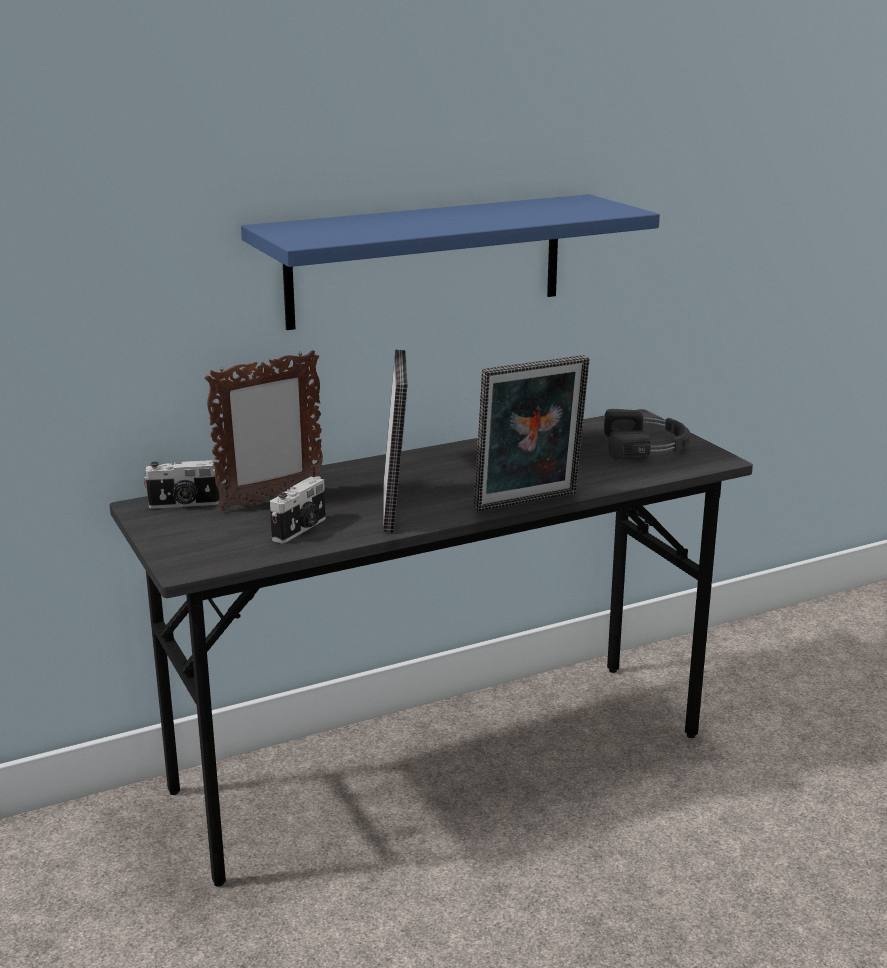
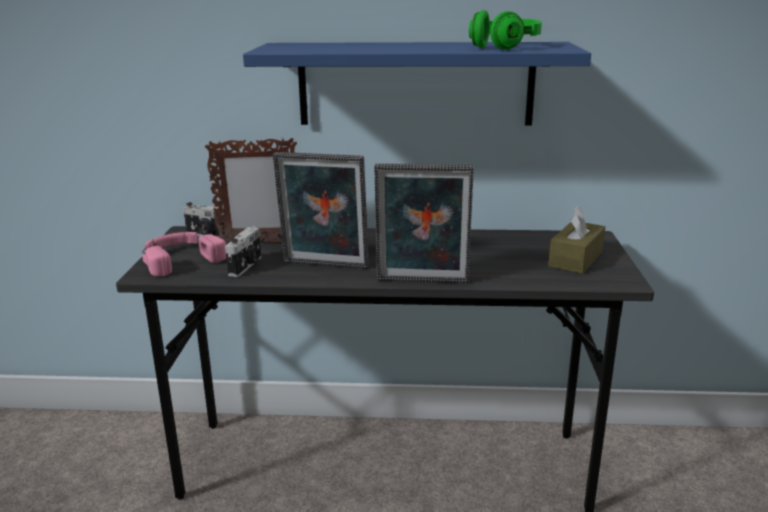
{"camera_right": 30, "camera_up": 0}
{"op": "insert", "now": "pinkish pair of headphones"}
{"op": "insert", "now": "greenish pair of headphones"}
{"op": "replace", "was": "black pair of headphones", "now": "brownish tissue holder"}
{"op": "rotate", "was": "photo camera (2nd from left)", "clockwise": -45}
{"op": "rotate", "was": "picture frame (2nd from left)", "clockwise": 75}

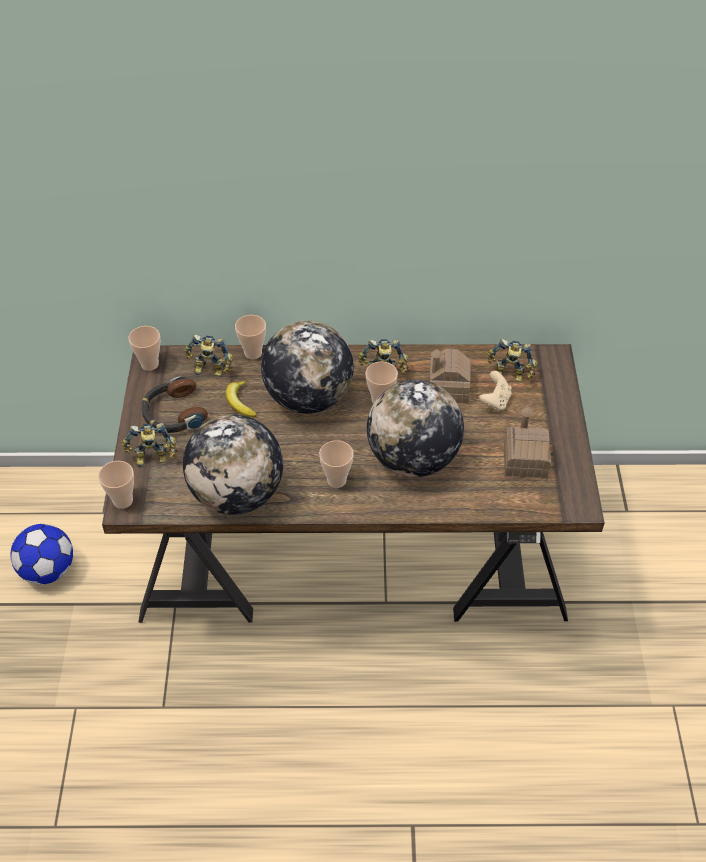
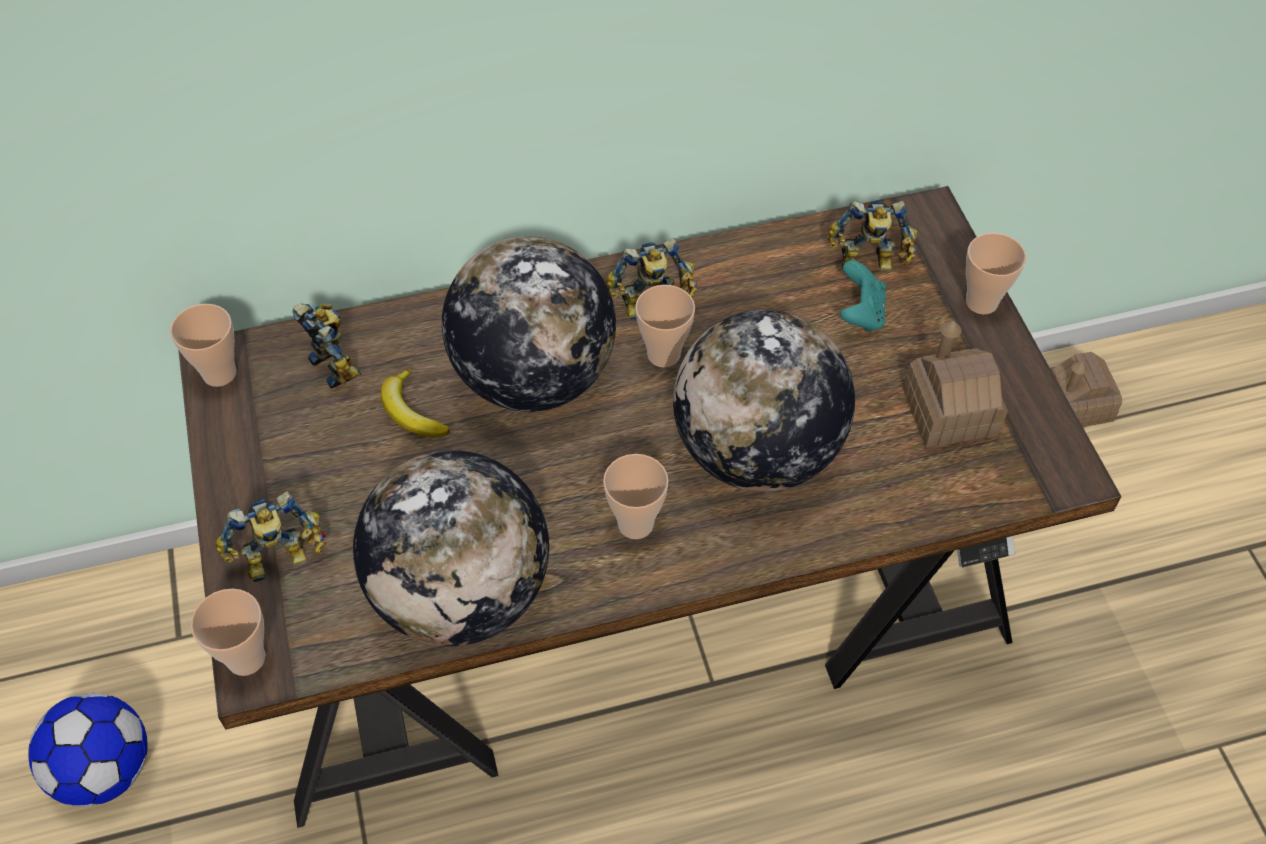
{"camera_right": -15, "camera_up": 5}
{"op": "delete", "was": "pair of headphones"}
{"op": "move", "was": "small cup (3rd from left in the first image)", "now": "small cup (5th from left)"}
{"op": "move", "was": "miniature house (1st from left in the first image)", "now": "miniature house (2nd from left)"}
{"op": "recolor", "was": "beige game controller", "now": "turquoise game controller"}
{"op": "rotate", "was": "model robot (2nd from left)", "clockwise": -120}

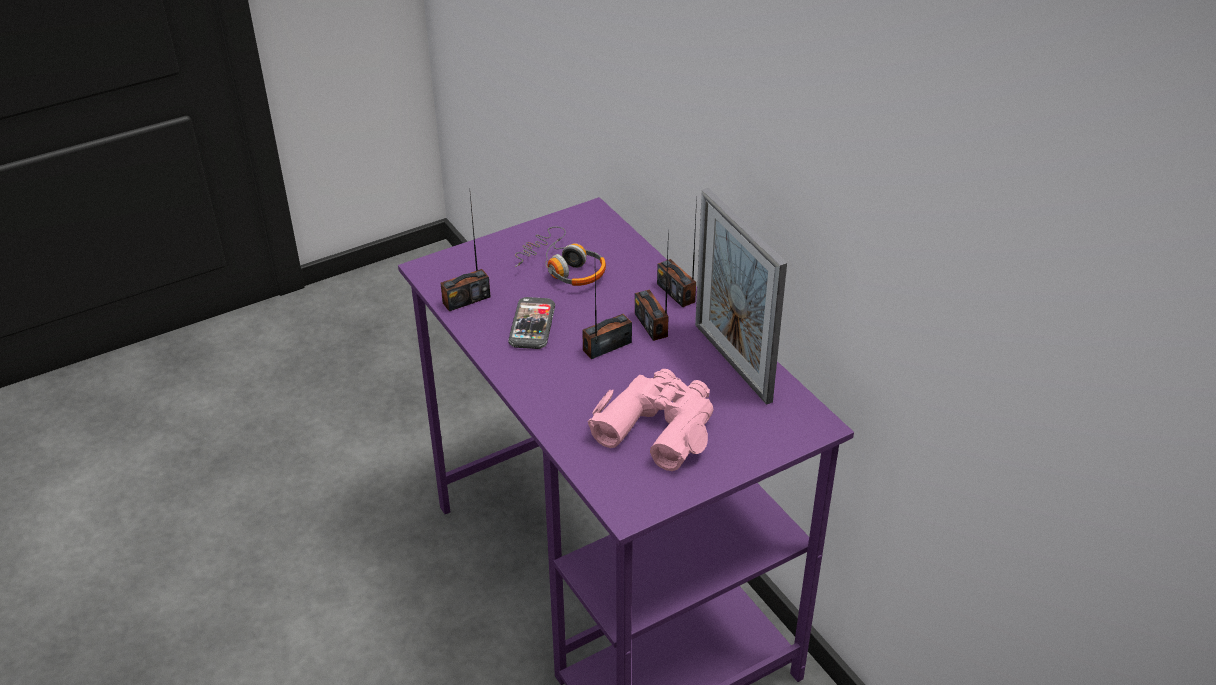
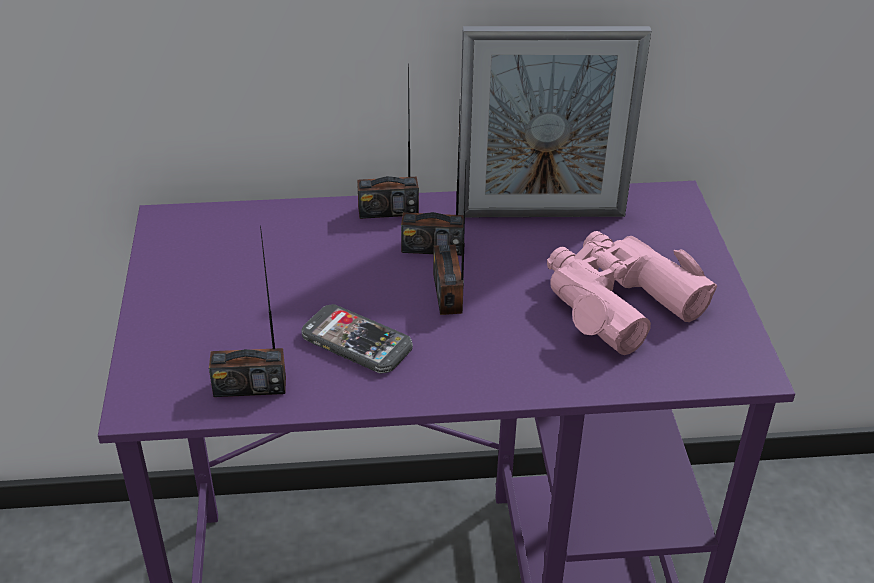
{"camera_right": -65, "camera_up": 0}
{"op": "delete", "was": "pair of headphones"}
{"op": "rotate", "was": "radio (1st from left)", "clockwise": 90}

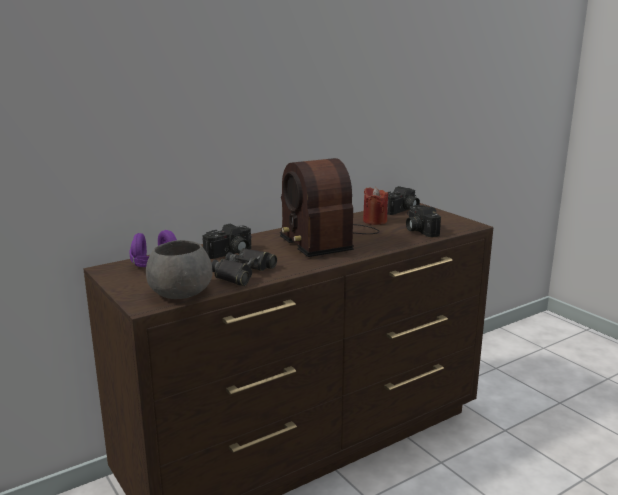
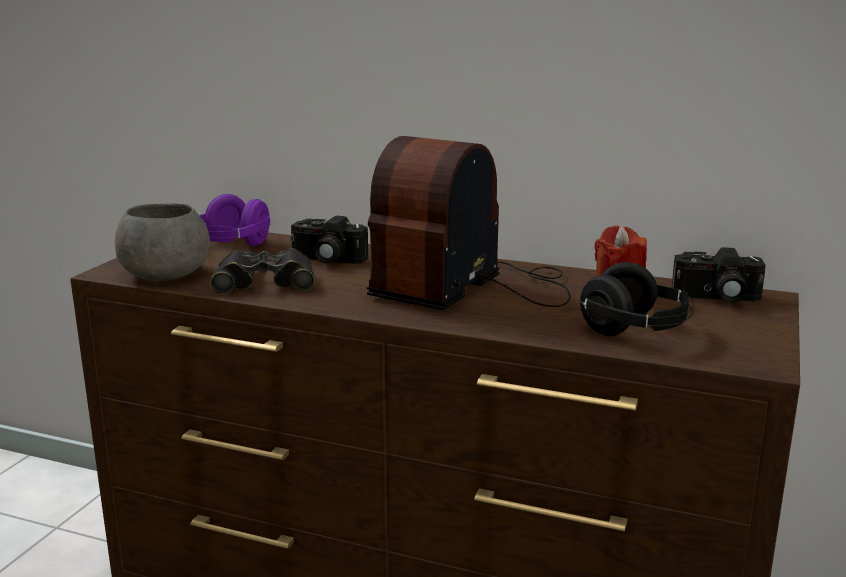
{"camera_right": 55, "camera_up": 0}
{"op": "replace", "was": "photo camera (3rd from left)", "now": "black pair of headphones"}

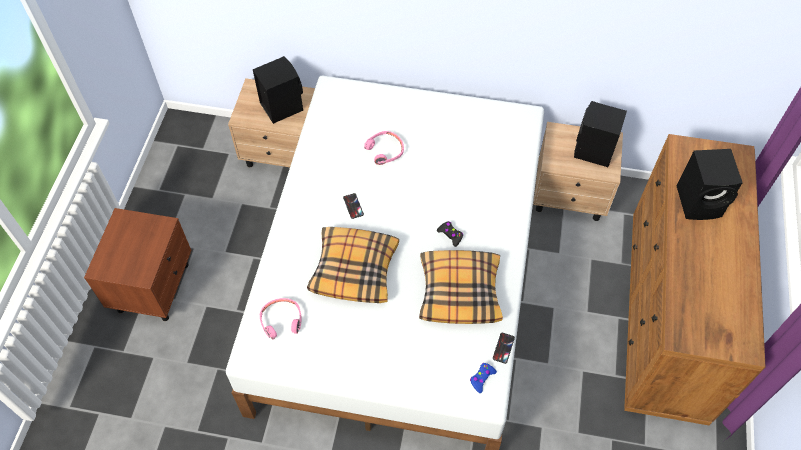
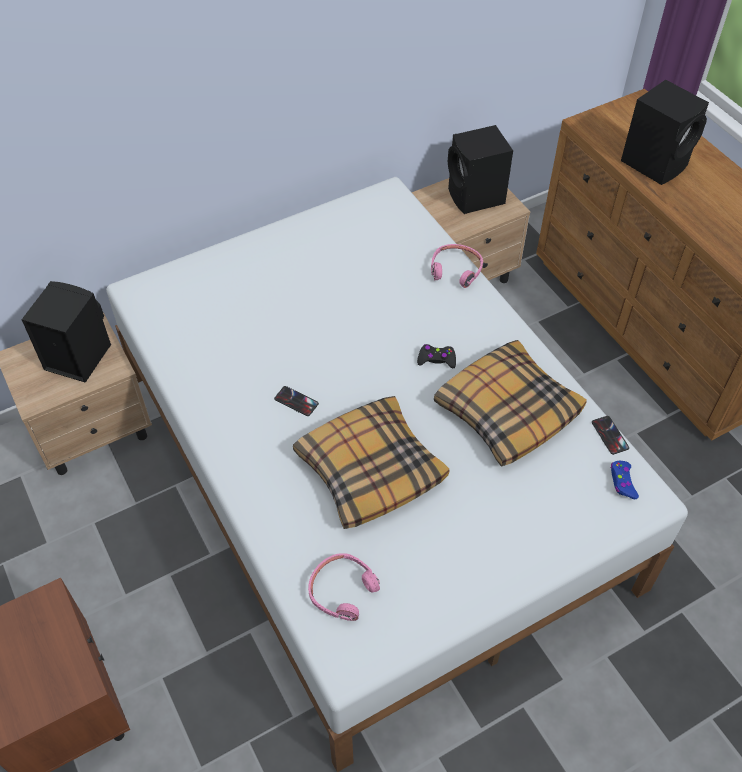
{"camera_right": -40, "camera_up": -5}
{"op": "move", "was": "pinkish pair of headphones (2nd from left)"}

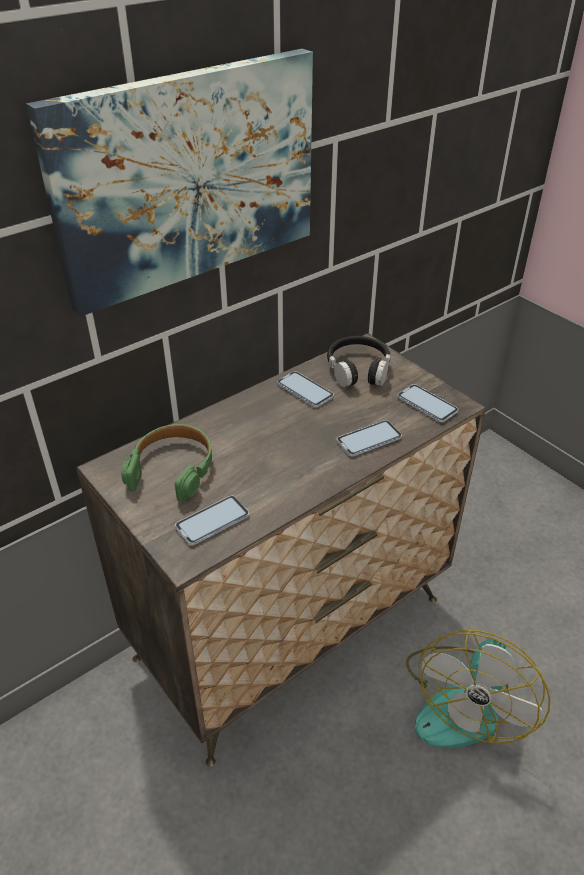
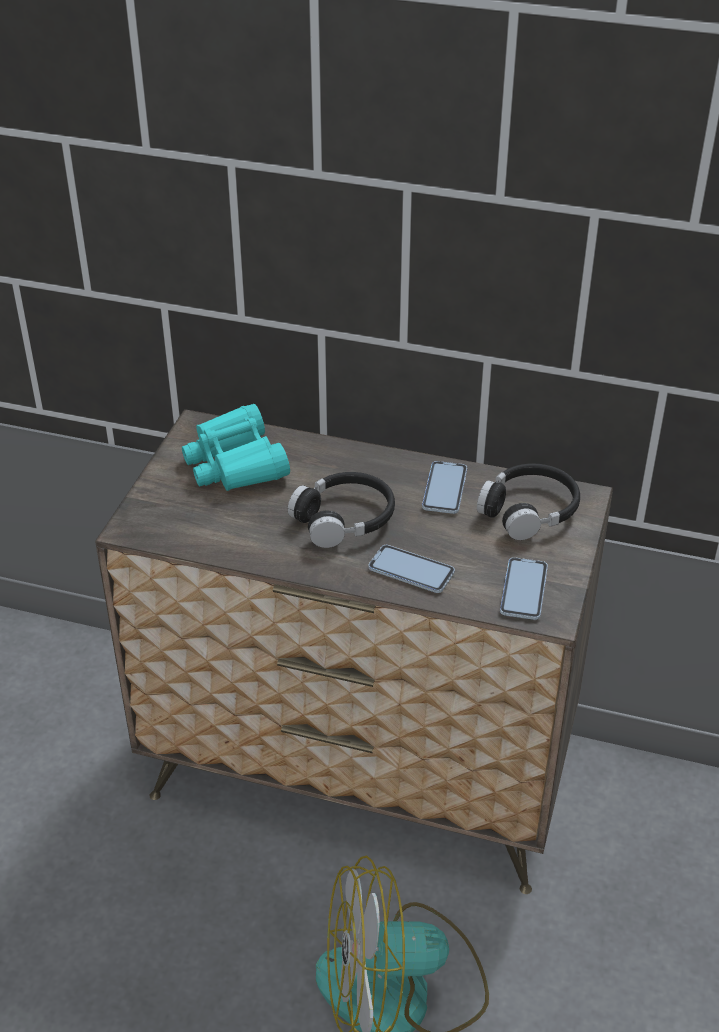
{"camera_right": 55, "camera_up": 0}
{"op": "delete", "was": "wall picture"}
{"op": "delete", "was": "handset (1st from left)"}
{"op": "insert", "now": "black pair of headphones (1st from left)"}
{"op": "replace", "was": "greenish pair of headphones", "now": "turquoise field glasses"}

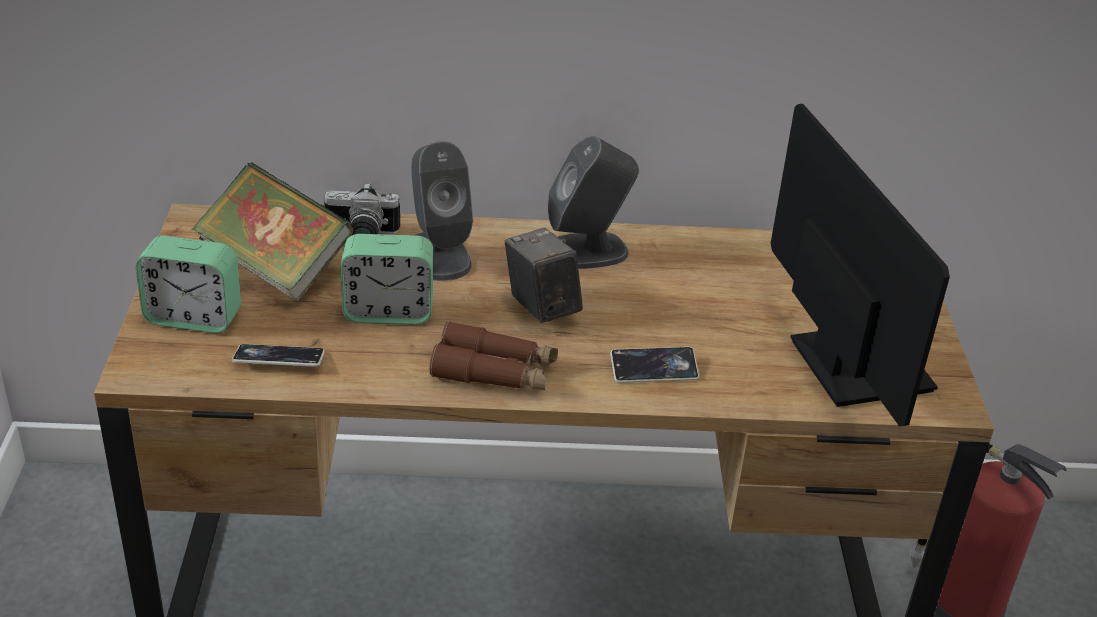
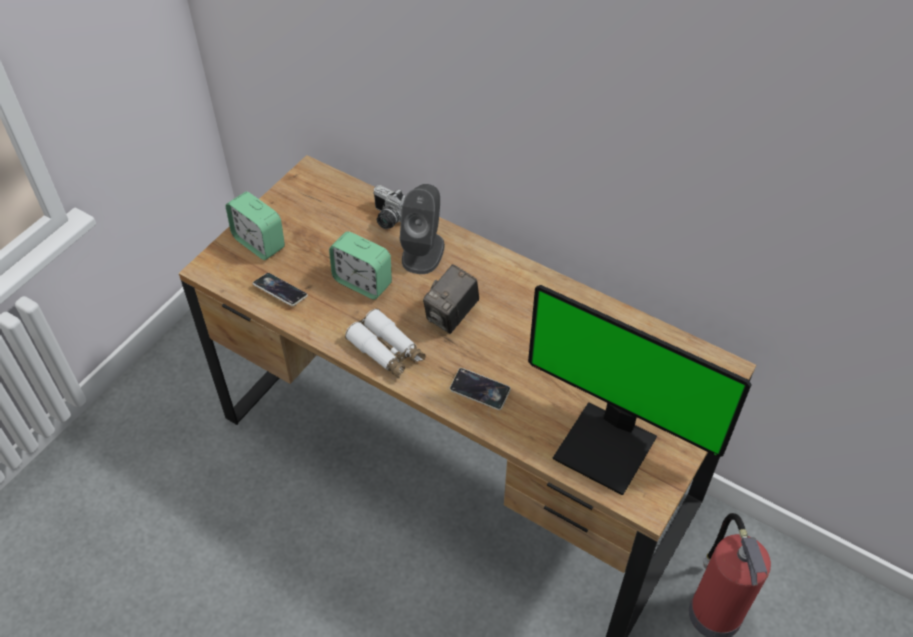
{"camera_right": 35, "camera_up": 15}
{"op": "delete", "was": "book"}
{"op": "delete", "was": "gray loudspeaker (2nd from left)"}
{"op": "recolor", "was": "brownish field glasses", "now": "whitish field glasses"}
{"op": "rotate", "was": "photo camera (2nd from left)", "clockwise": -150}
{"op": "rotate", "was": "computer screen", "clockwise": 105}

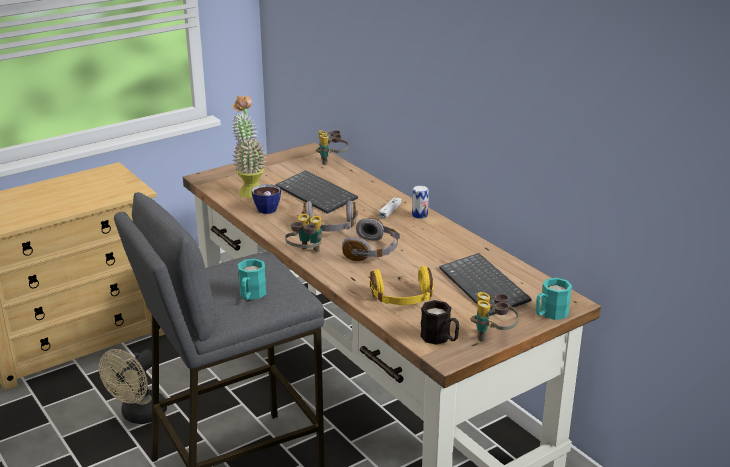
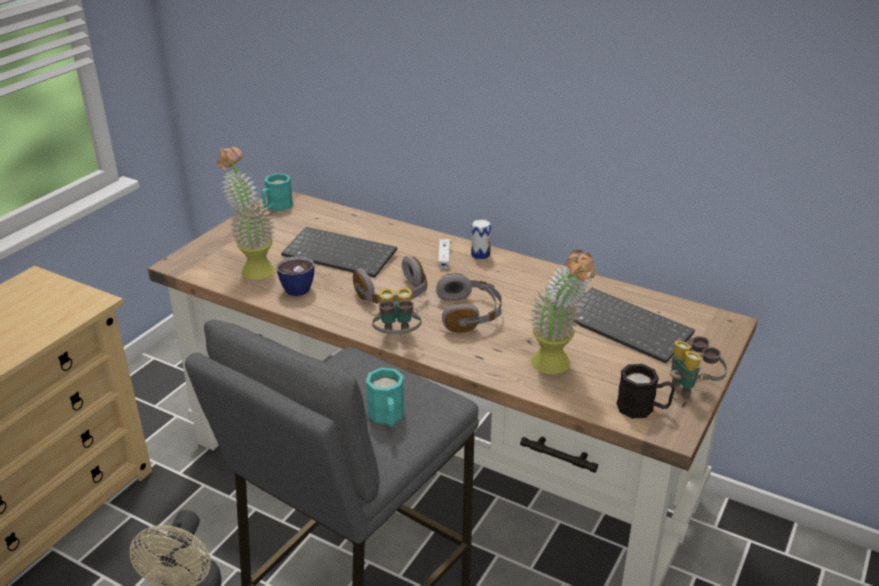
{"camera_right": -25, "camera_up": 5}
{"op": "delete", "was": "field glasses (2nd from left)"}
{"op": "move", "was": "turquoise mug (2nd from left in the first image)", "now": "turquoise mug (1st from left)"}
{"op": "replace", "was": "yellow-coloured pair of headphones", "now": "potted plant (2nd from left)"}

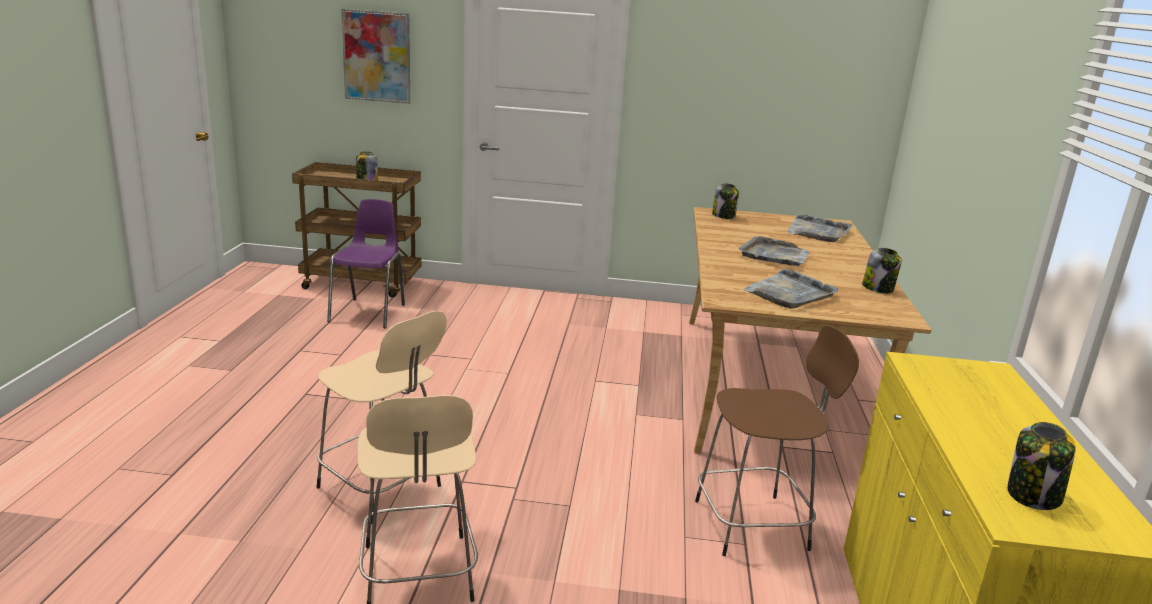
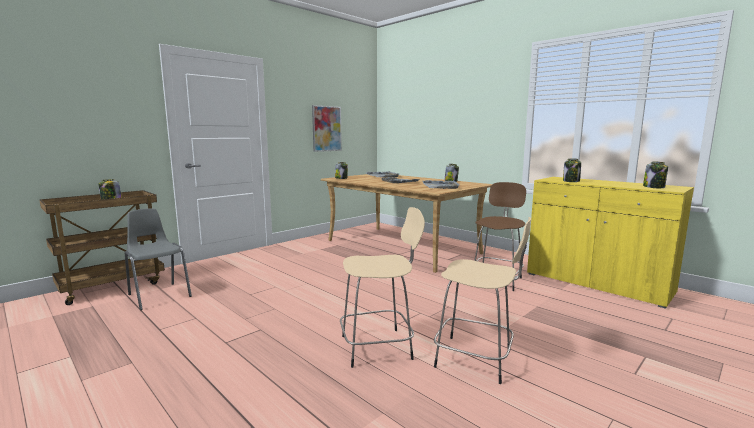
{"camera_right": -50, "camera_up": -10}
{"op": "insert", "now": "jar (4th from left)"}
{"op": "move", "was": "wall picture"}
{"op": "recolor", "was": "purple chair", "now": "gray chair"}

